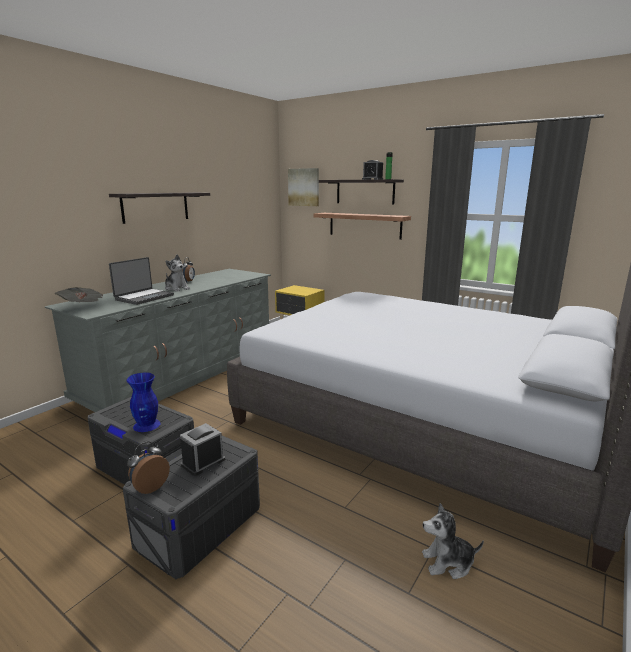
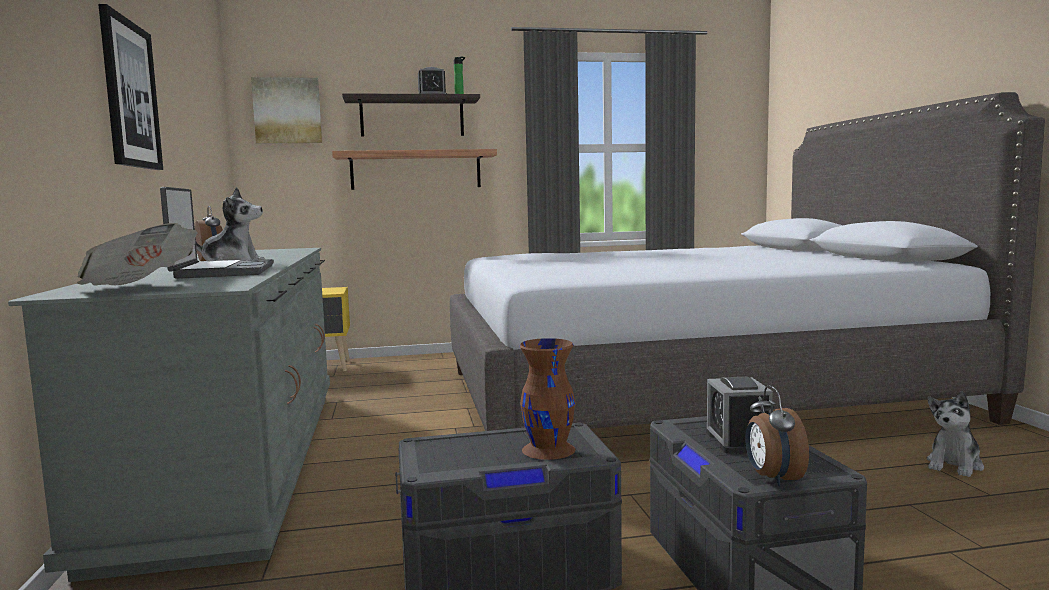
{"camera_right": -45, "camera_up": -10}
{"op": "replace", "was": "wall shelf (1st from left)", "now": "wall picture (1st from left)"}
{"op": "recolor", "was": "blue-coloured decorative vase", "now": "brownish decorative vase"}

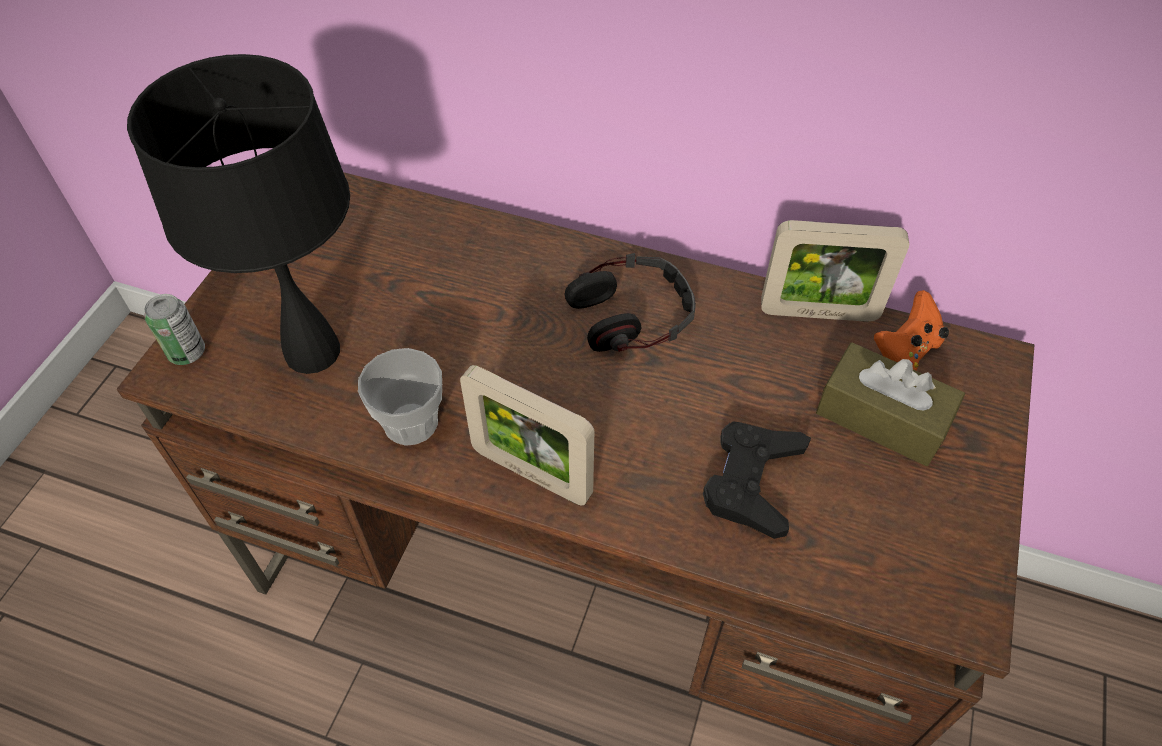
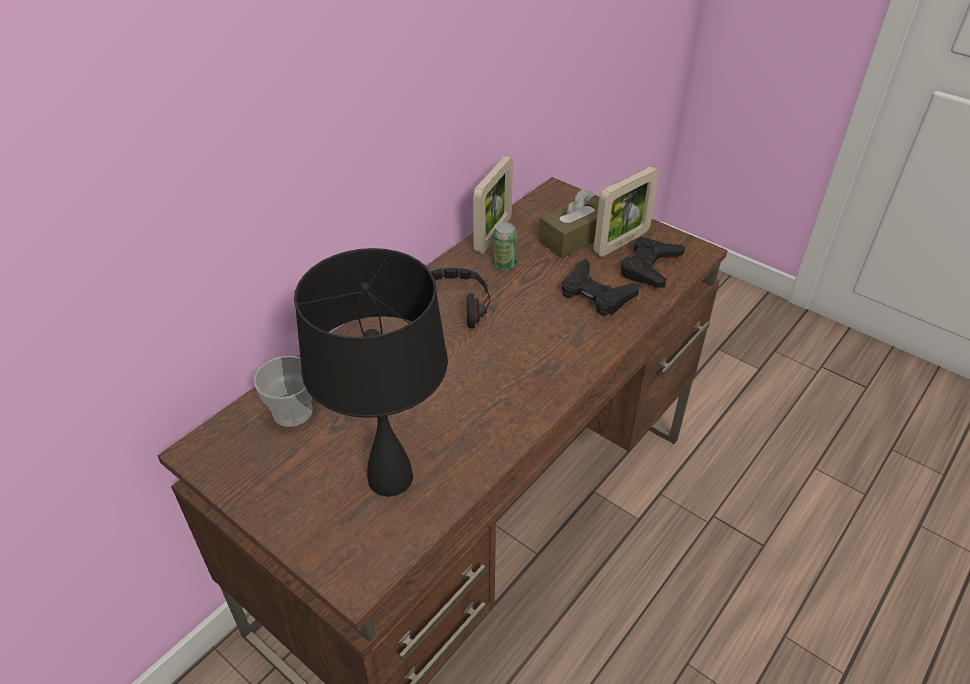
{"camera_right": -70, "camera_up": -10}
{"op": "delete", "was": "orangey game controller"}
{"op": "insert", "now": "black game controller (2nd from left)"}
{"op": "move", "was": "metal can"}
{"op": "move", "was": "small cup"}
{"op": "move", "was": "picture frame (1st from left in the first image)", "now": "picture frame (2nd from left)"}

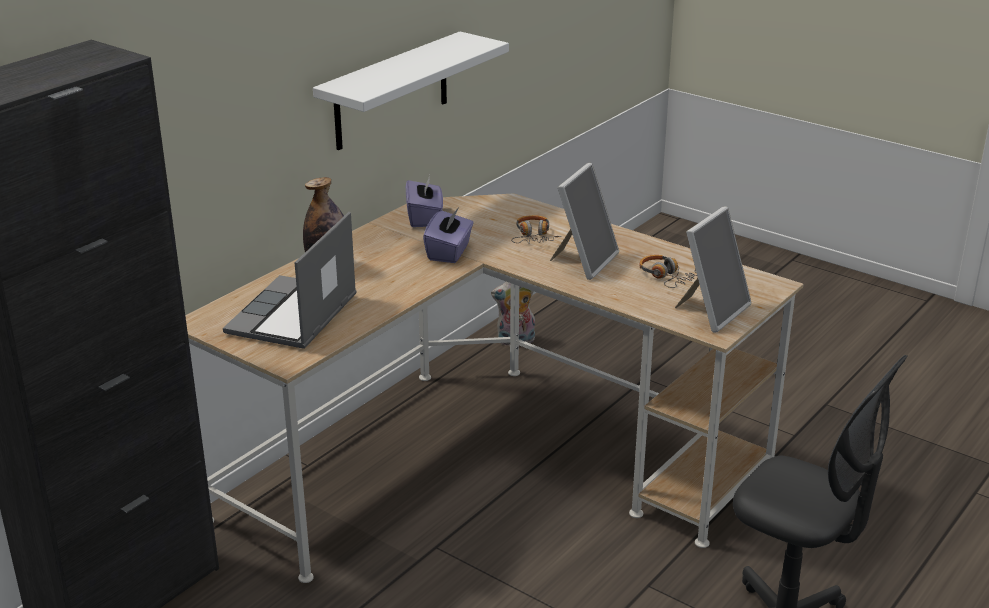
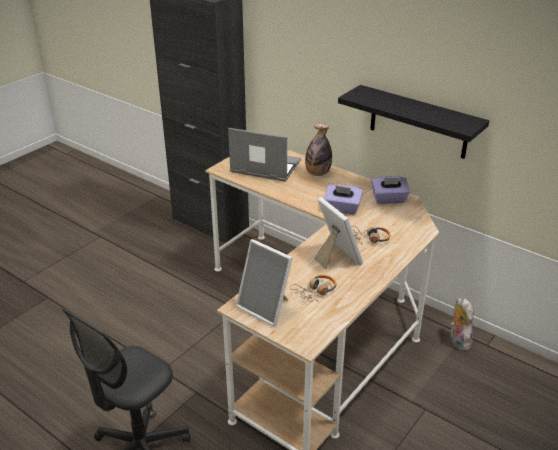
{"camera_right": 90, "camera_up": 5}
{"op": "recolor", "was": "whitish wall shelf", "now": "black wall shelf"}
{"op": "rotate", "was": "picture frame (1st from left in the first image)", "clockwise": -150}

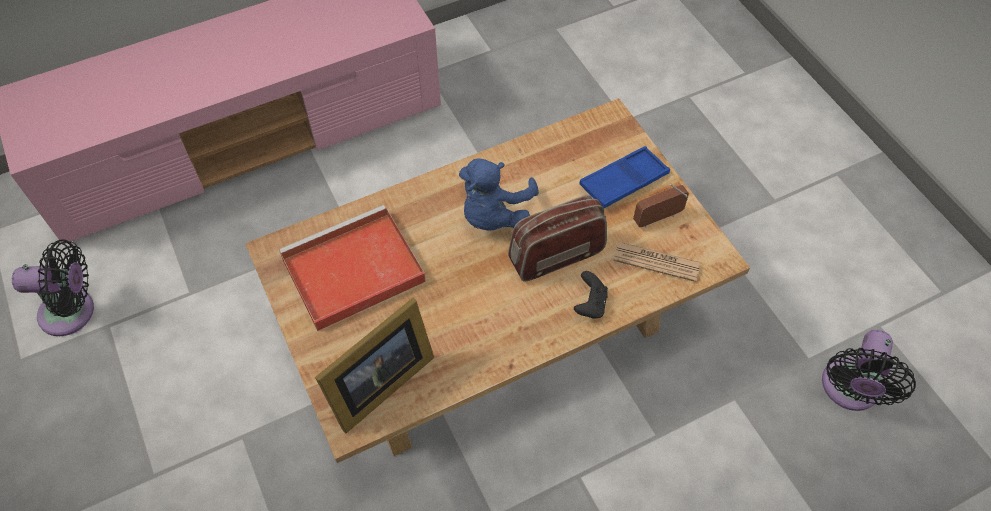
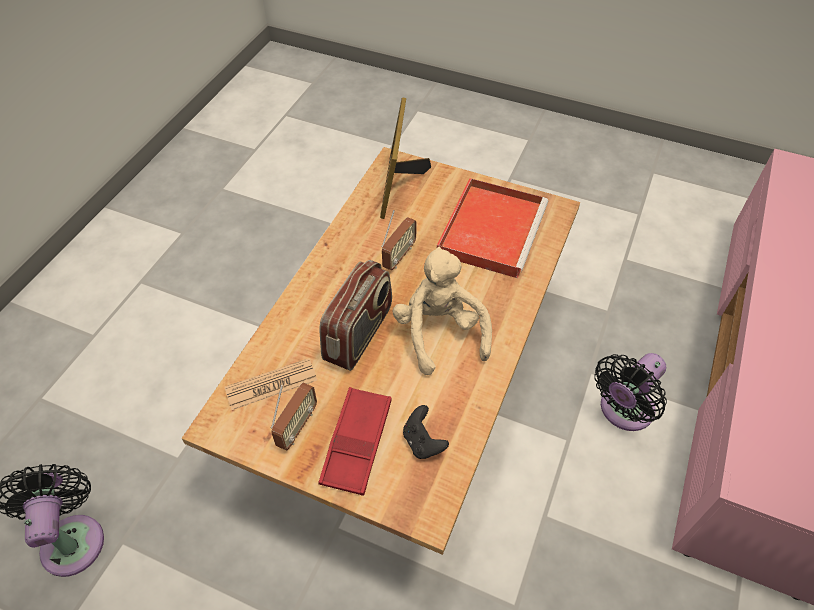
{"camera_right": 140, "camera_up": -5}
{"op": "insert", "now": "radio (3rd from left)"}
{"op": "move", "was": "black electric fan (1st from left in the first image)", "now": "black electric fan (2nd from left)"}
{"op": "move", "was": "black game controller"}
{"op": "recolor", "was": "blue-coloured cuddly toy", "now": "beige cuddly toy"}
{"op": "recolor", "was": "blue-coloured tray", "now": "red tray (1st from left)"}

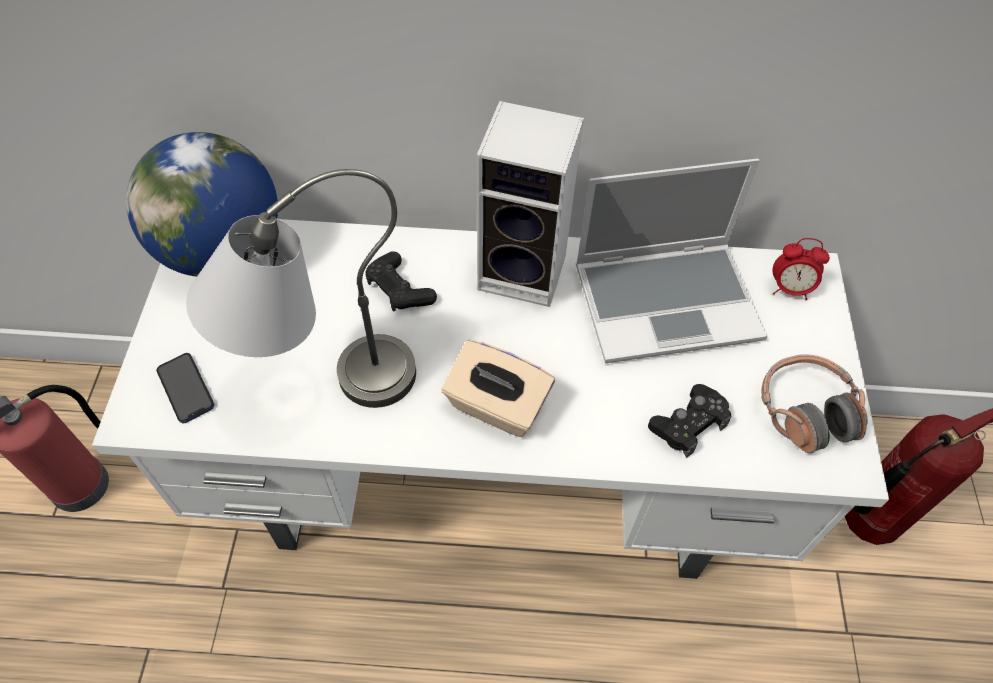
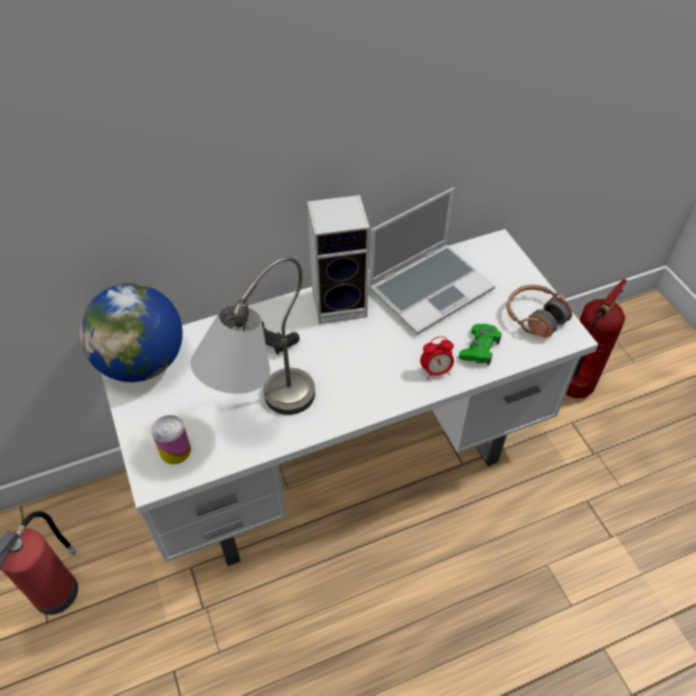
{"camera_right": -25, "camera_up": -5}
{"op": "delete", "was": "beige tissue holder"}
{"op": "move", "was": "bedside clock"}
{"op": "replace", "was": "handset", "now": "metal can"}
{"op": "recolor", "was": "black game controller (2nd from left)", "now": "greenish game controller"}

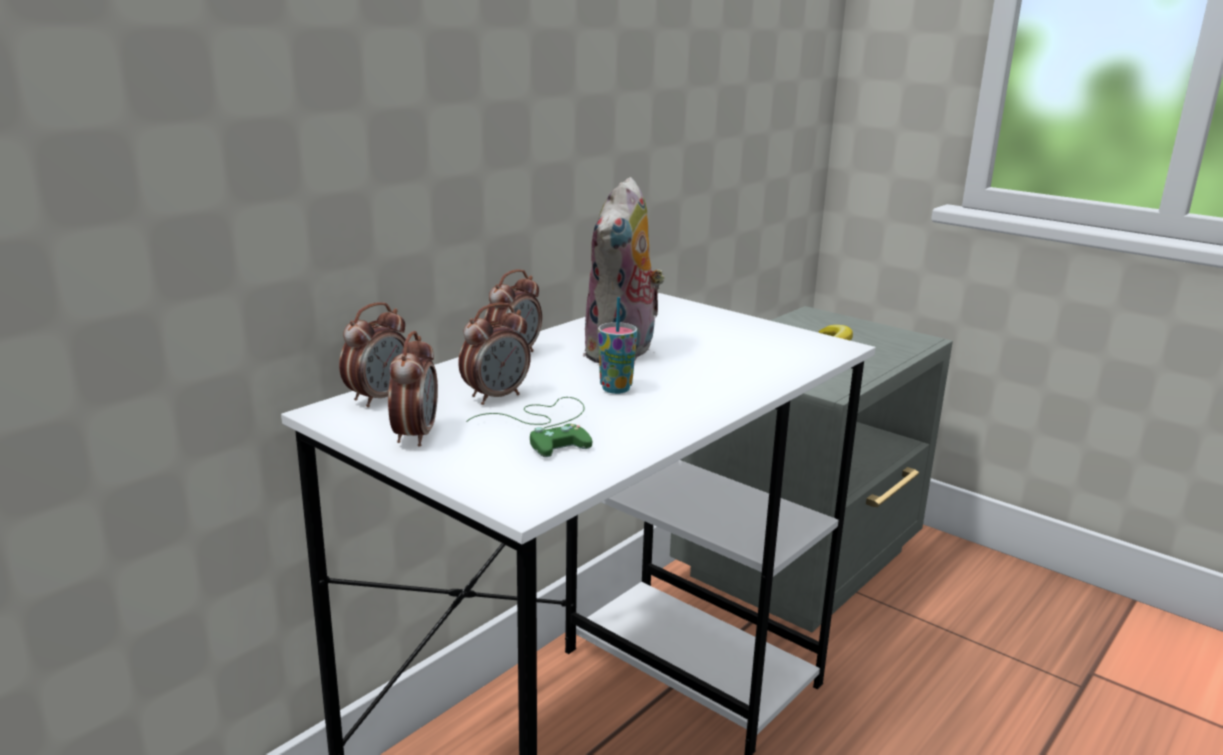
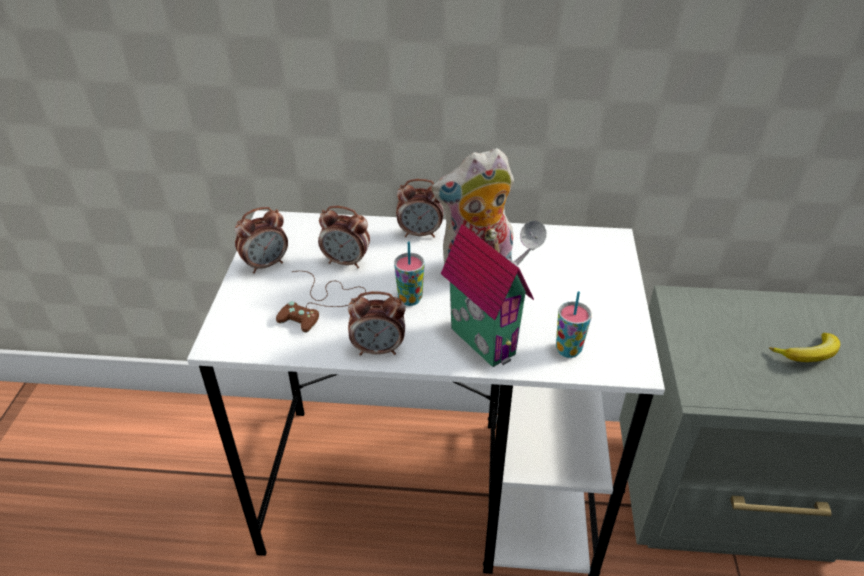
{"camera_right": 55, "camera_up": 20}
{"op": "insert", "now": "miniature house"}
{"op": "insert", "now": "small cup (2nd from left)"}
{"op": "move", "was": "bedside clock (1st from left in the first image)", "now": "bedside clock (3rd from left)"}
{"op": "recolor", "was": "greenish game controller", "now": "brownish game controller"}

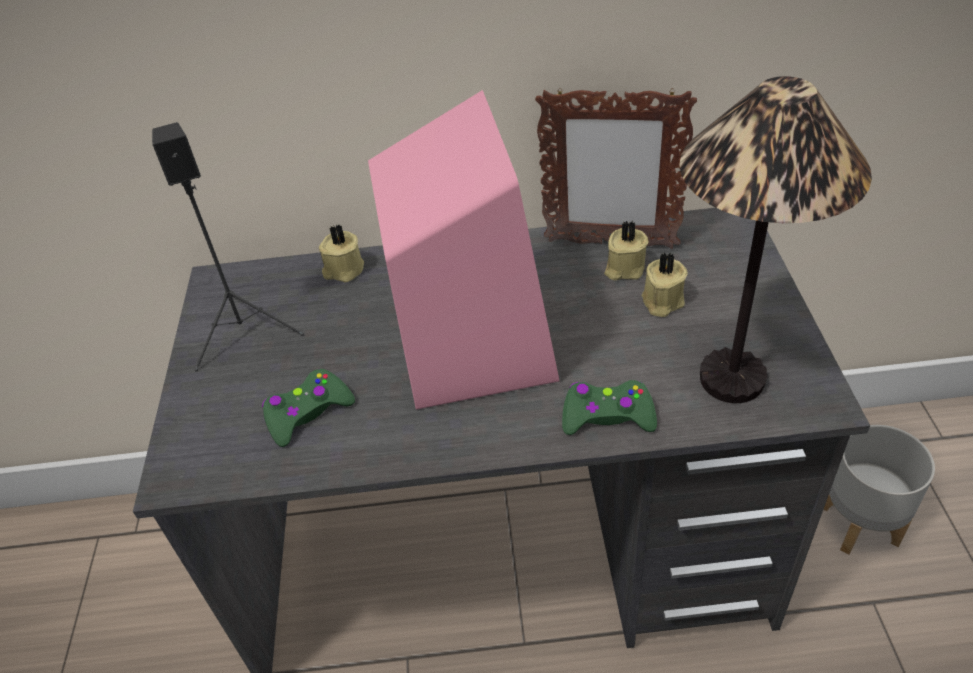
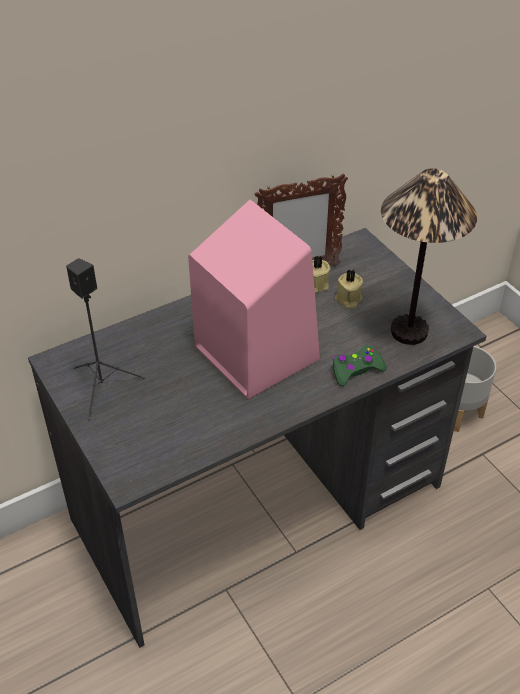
{"camera_right": -30, "camera_up": 0}
{"op": "delete", "was": "greenish game controller (1st from left)"}
{"op": "delete", "was": "beige wax candle (1st from left)"}

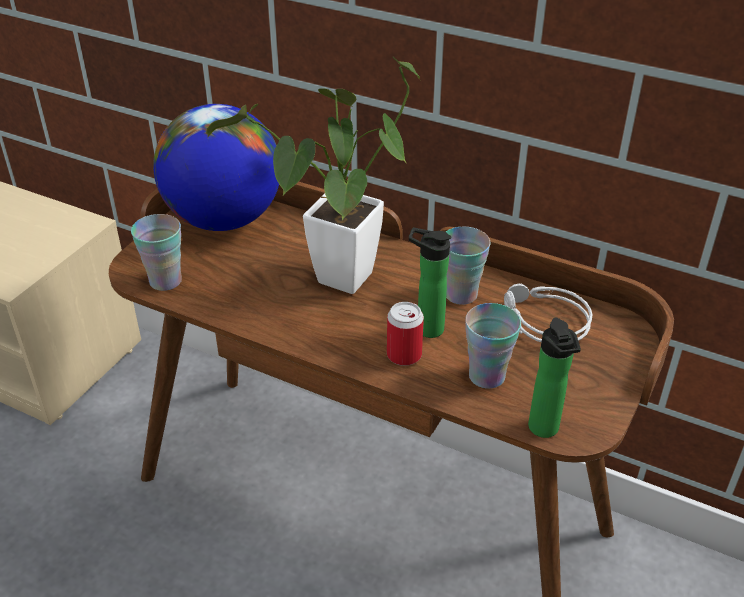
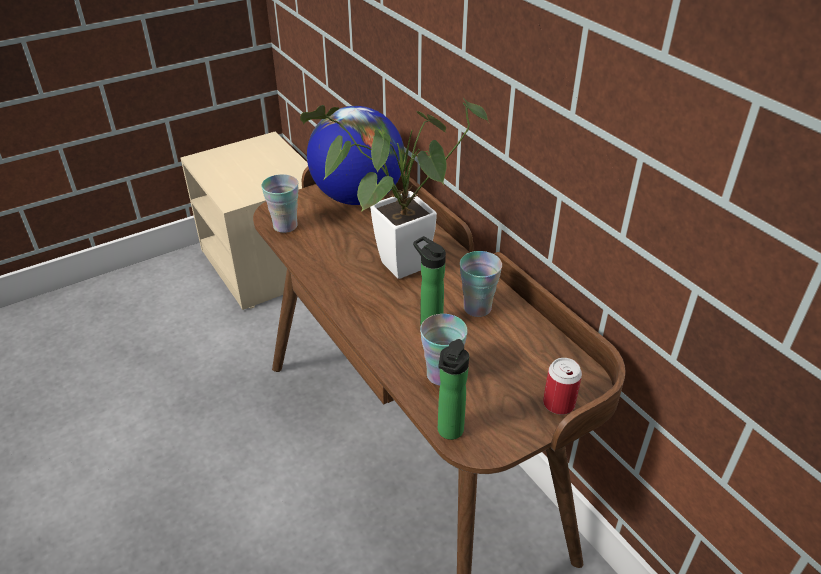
{"camera_right": 30, "camera_up": 0}
{"op": "delete", "was": "gray pair of headphones"}
{"op": "move", "was": "metal can"}

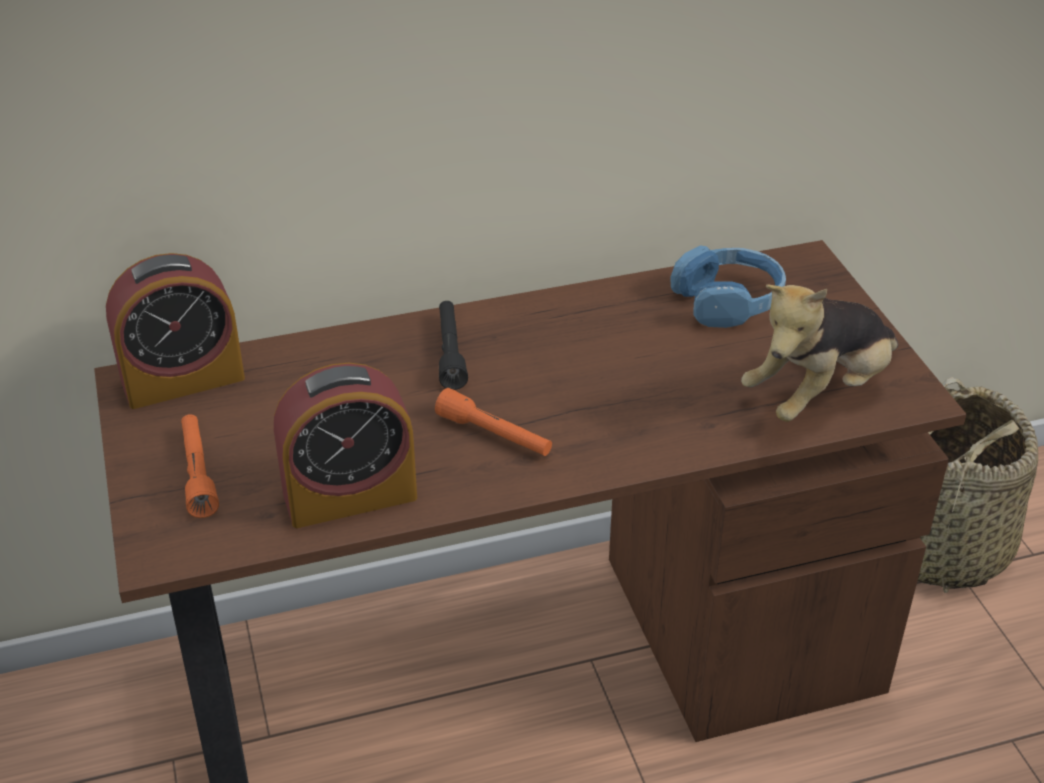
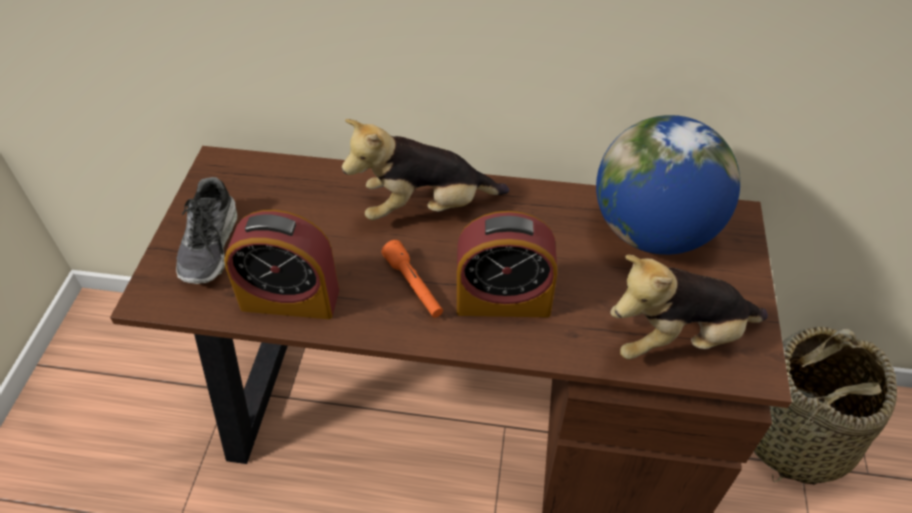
{"camera_right": 25, "camera_up": 10}
{"op": "move", "was": "bedside clock (1st from left in the first image)", "now": "bedside clock (2nd from left)"}
{"op": "replace", "was": "orangey hand torch (1st from left)", "now": "item of footwear"}
{"op": "replace", "was": "black hand torch", "now": "cuddly toy (1st from left)"}
{"op": "replace", "was": "blue-coloured pair of headphones", "now": "globe"}

